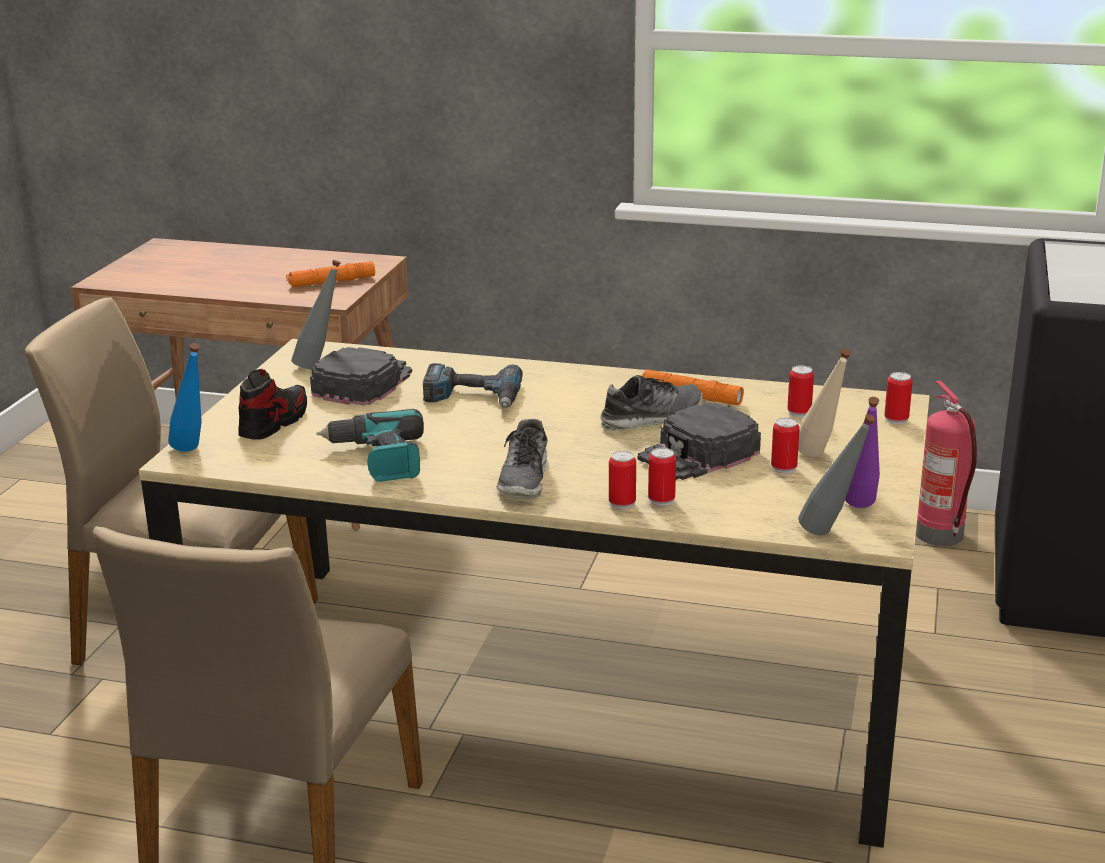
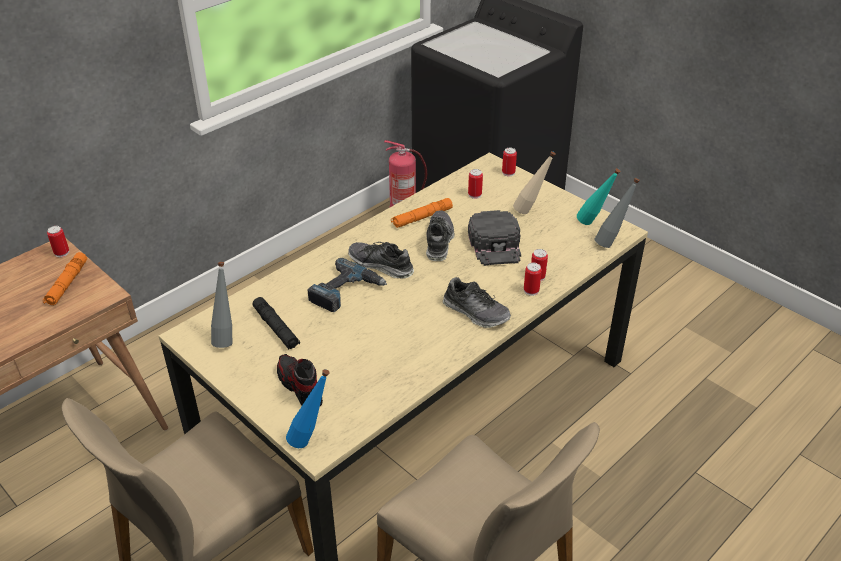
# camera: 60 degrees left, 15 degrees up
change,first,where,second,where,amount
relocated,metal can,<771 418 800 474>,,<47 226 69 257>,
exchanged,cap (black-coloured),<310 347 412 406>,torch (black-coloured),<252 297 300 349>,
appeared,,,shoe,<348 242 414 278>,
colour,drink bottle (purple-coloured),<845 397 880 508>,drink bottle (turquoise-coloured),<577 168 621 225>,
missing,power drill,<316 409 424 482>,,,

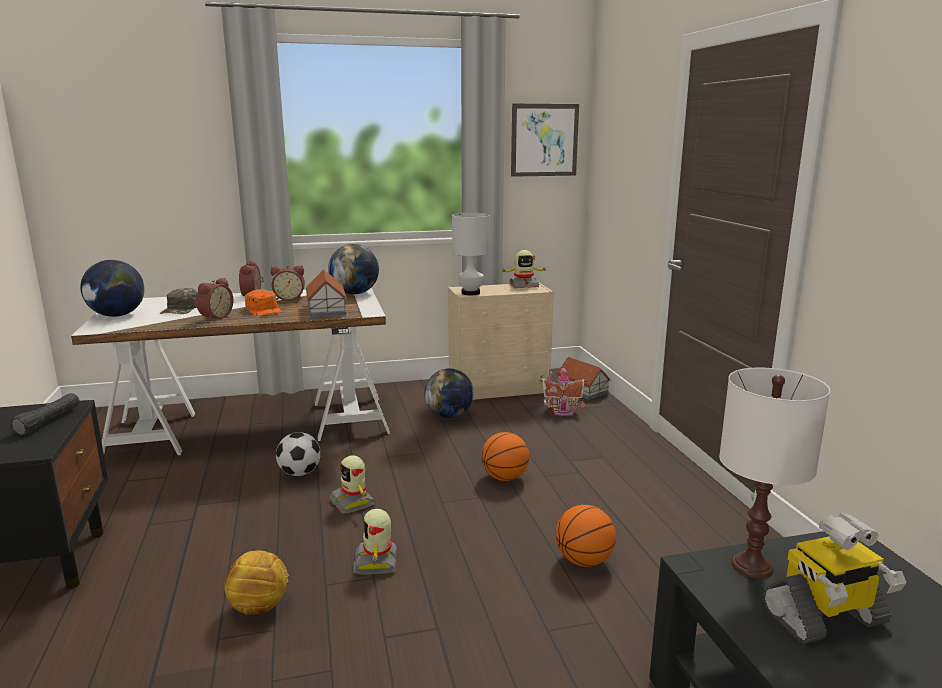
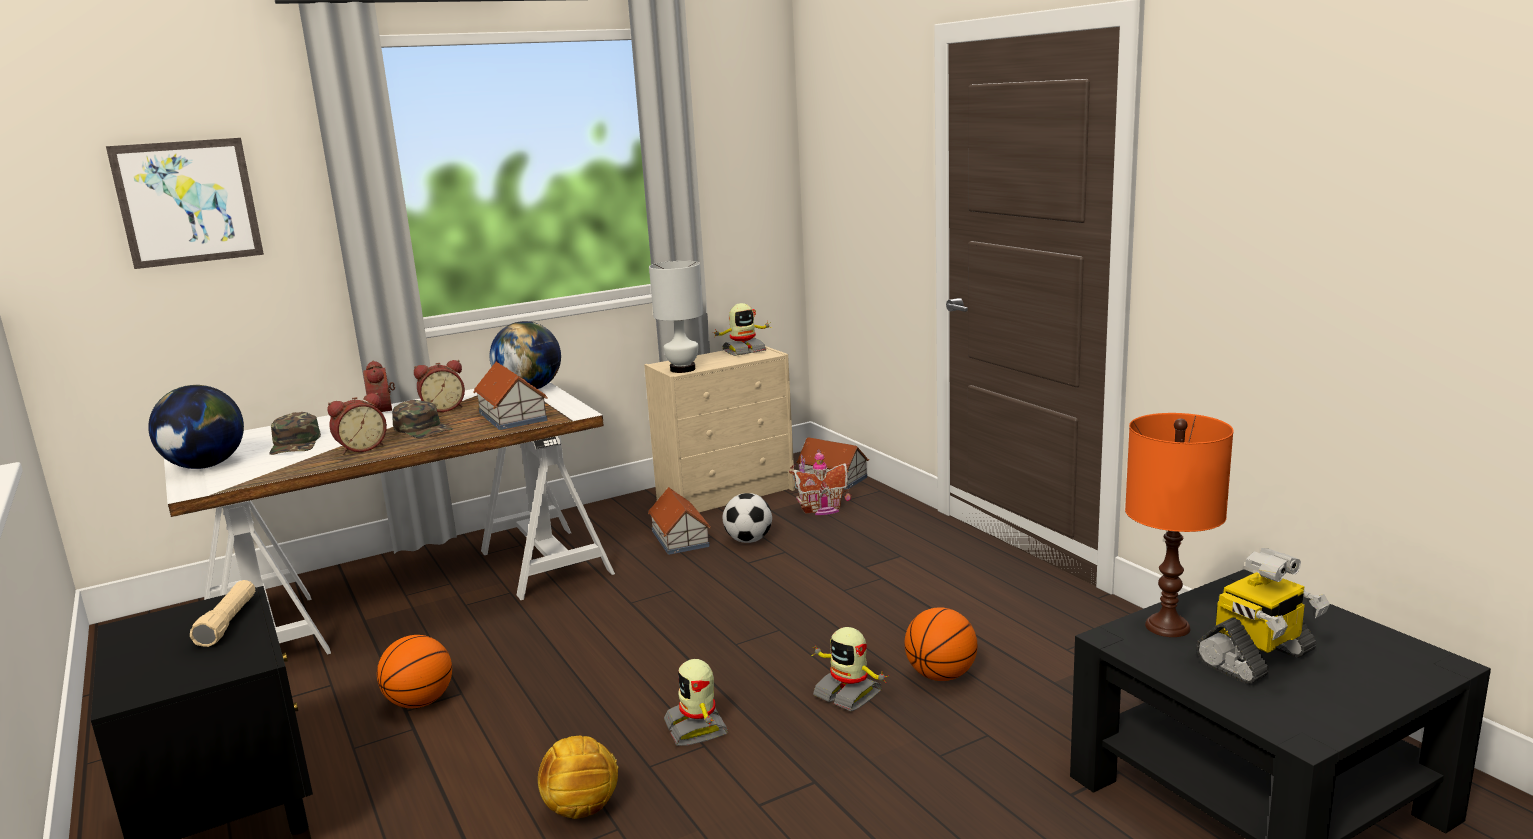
# camera: 15 degrees left, 0 degrees up
change,first,where,second,where,amount
relocated,wall art,<511 104 579 177>,,<106 138 264 269>,
colour,torch (black-coloured),<10 393 79 435>,torch (beige),<190 580 255 647>,
spun,alarm clock,<196 278 233 321>,,<327 393 387 455>,45 degrees clockwise
relocated,basketball ball,<481 432 529 481>,,<377 635 452 708>,
colour,cap (orangey),<245 289 282 316>,cap (greenish),<392 400 453 438>,
exchanged,desk globe,<424 368 474 418>,model house,<648 487 711 555>,
relocated,football,<276 432 321 476>,,<723 493 772 543>,
relocated,toy robot,<329 455 375 514>,,<811 627 889 711>,
colour,table lamp (white-coloured),<719 368 830 579>,table lamp (orangey),<1125 413 1234 637>,

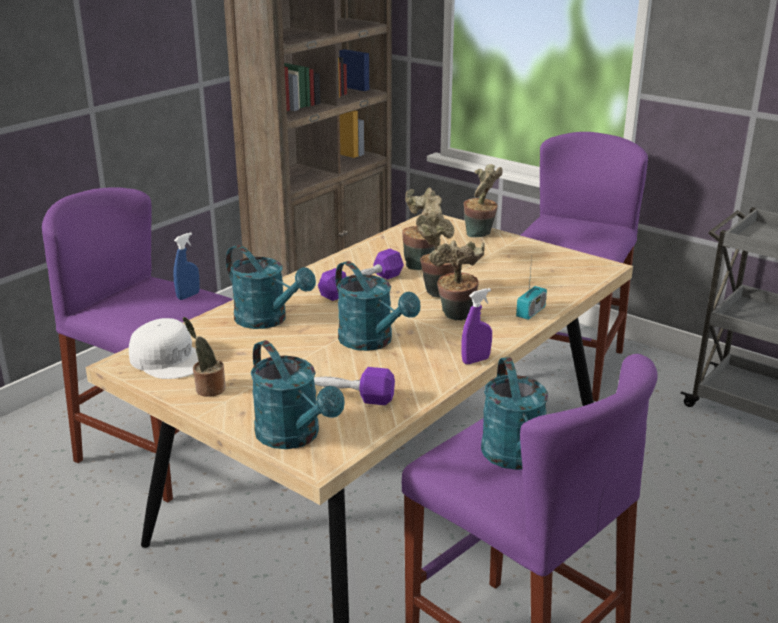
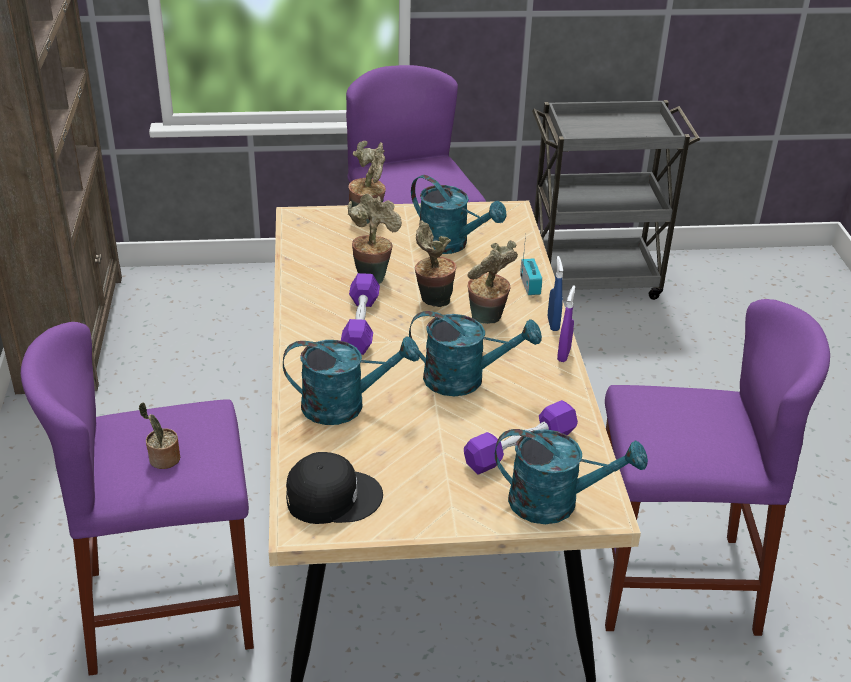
# camera: 45 degrees left, 10 degrees up
change,first,where,second,where,amount
relocated,plant in a pot,<183 317 226 397>,,<139 402 180 469>,
colour,cap (white-coloured),<129 318 199 379>,cap (black-coloured),<286 452 383 524>,
relocated,watering pot (turquoise-coloured),<481 357 548 470>,,<411 175 507 254>,
relocated,hand sprayer (blue),<173 232 200 300>,,<548 256 563 331>,

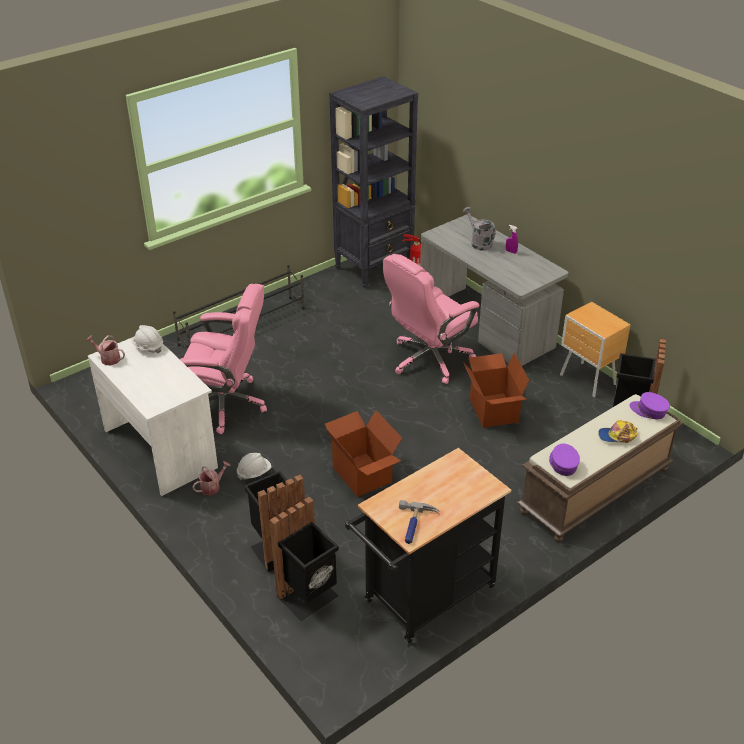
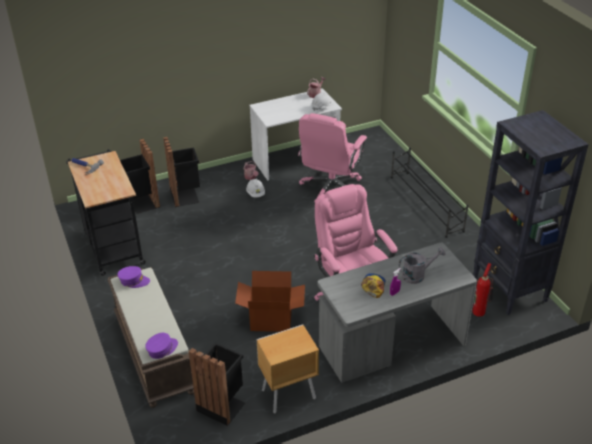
# camera: 105 degrees right, 0 degrees up
change,first,where,second,where,amount
relocated,cap,<598 420 638 443>,,<361 273 386 298>,
missing,packing box,<325 410 402 497>,,,

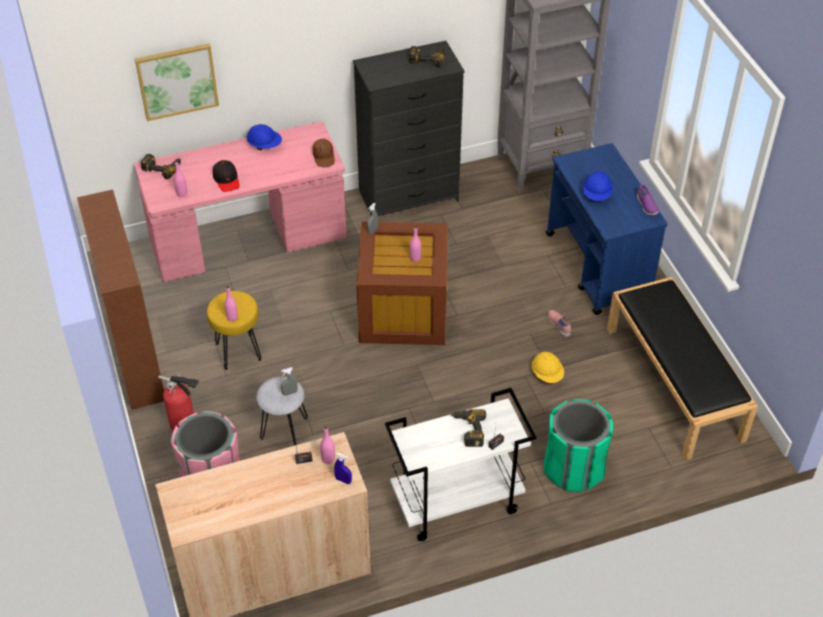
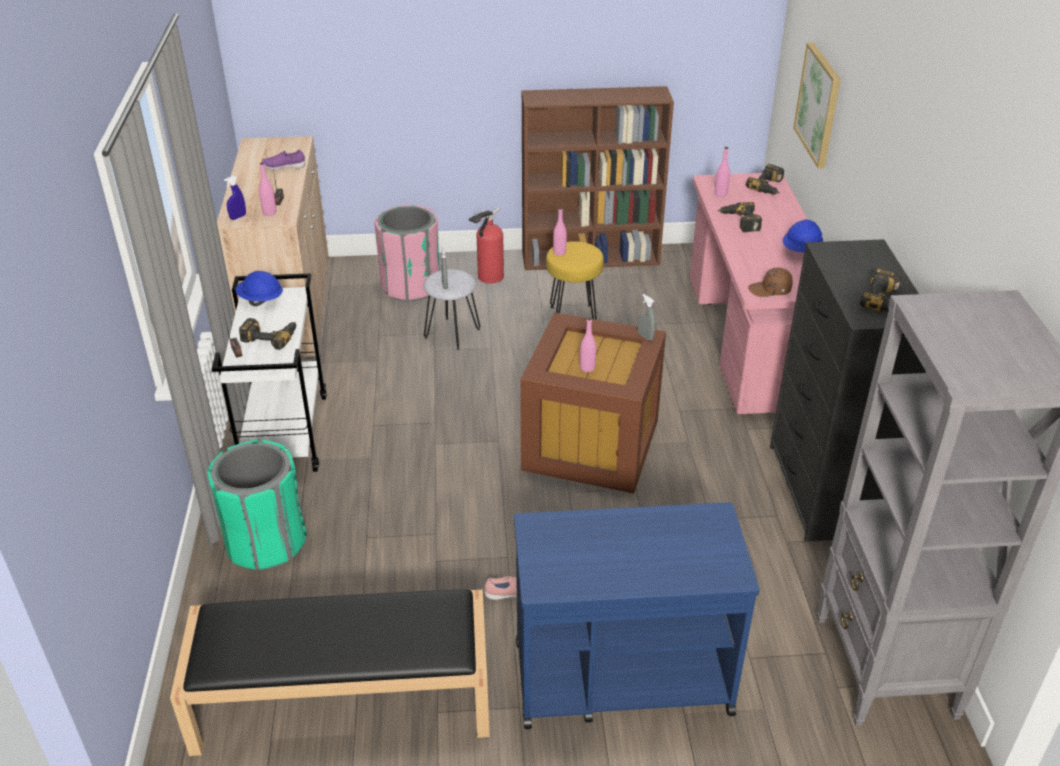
# camera: 105 degrees right, 10 degrees down
change,first,where,second,where,amount
relocated,work helmet (blue),<583 171 613 201>,,<235 271 283 306>,
relocated,shoe (purple-coloured),<637 185 659 215>,,<262 150 305 170>,
exchanged,cap (black-coloured),<213 160 240 192>,power drill,<718 202 762 232>,
missing,work helmet (yellow-coloured),<532 352 564 383>,,,

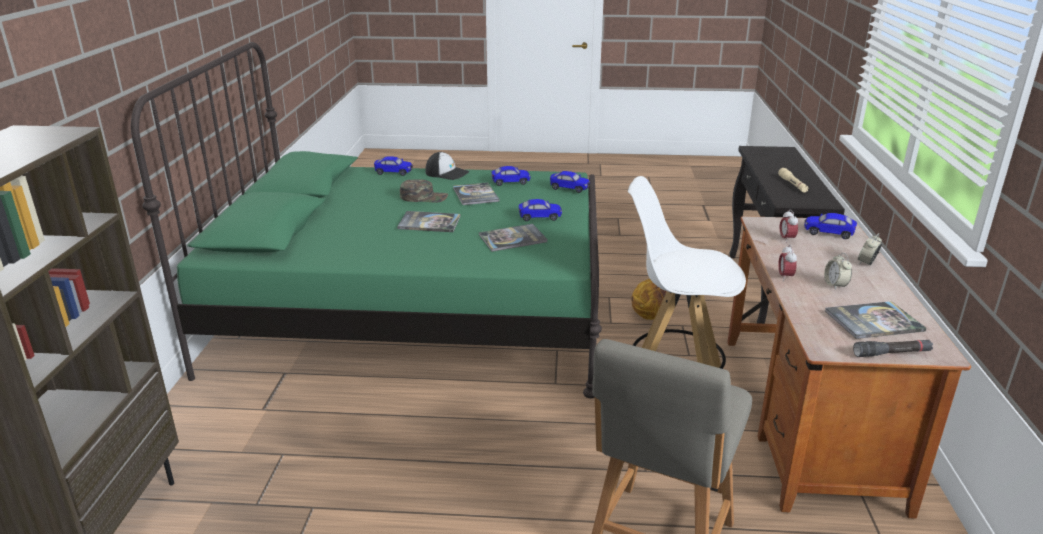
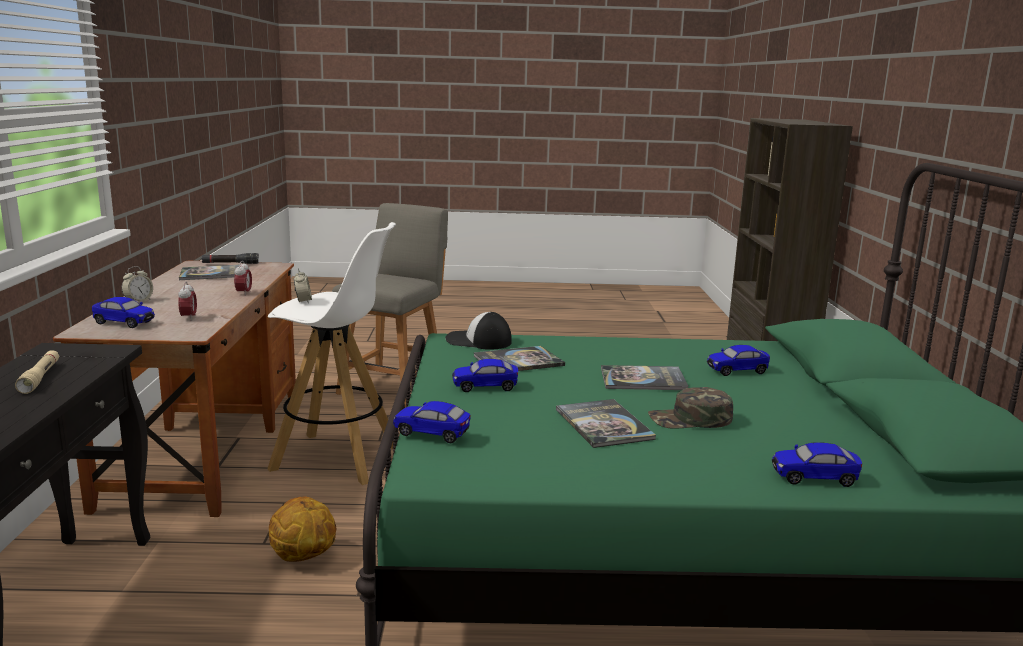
# camera: 175 degrees right, 10 degrees down
change,first,where,second,where,amount
relocated,alarm clock,<824 253 852 290>,,<294 268 312 304>,
relocated,cap,<426 152 470 180>,,<445 312 512 350>,
relocated,toy car,<492 166 531 186>,,<707 345 770 376>,

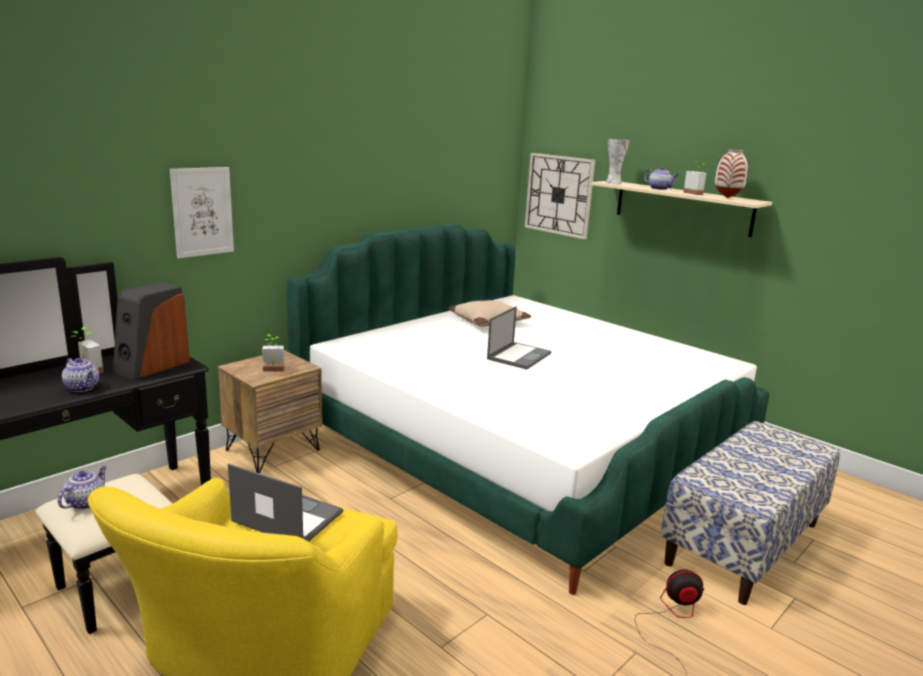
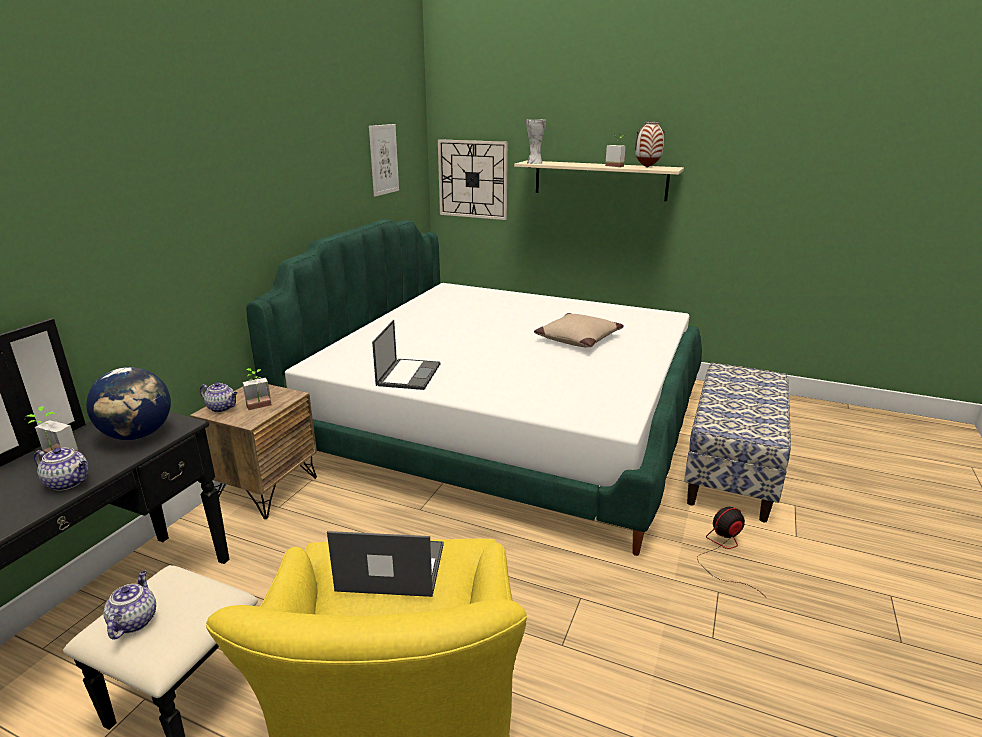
# camera: 20 degrees left, 5 degrees up
change,first,where,second,where,amount
exchanged,loudspeaker,<113 282 190 380>,desk globe,<87 367 171 440>,
relocated,pot for tea,<644 167 679 190>,,<200 382 238 412>,
relocated,wall art,<170 167 234 258>,,<369 124 399 197>,
relocated,notebook computer,<487 306 551 369>,,<372 320 440 390>,
relocated,cushion (beige),<449 300 531 327>,,<534 313 624 347>,

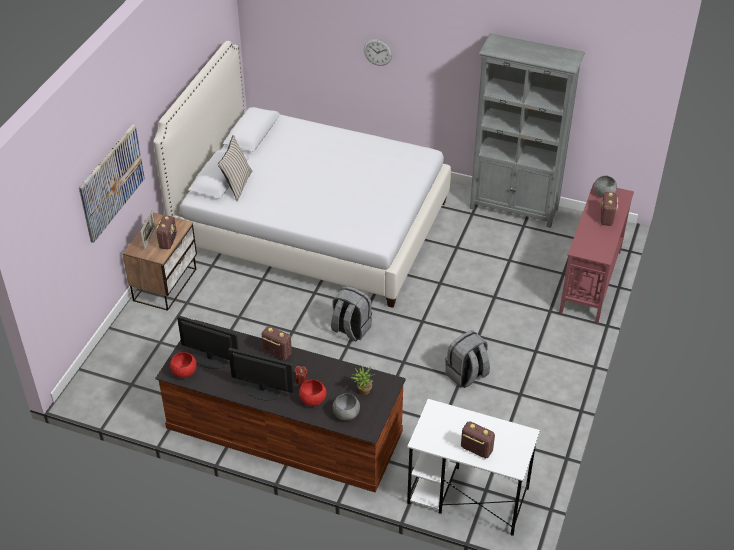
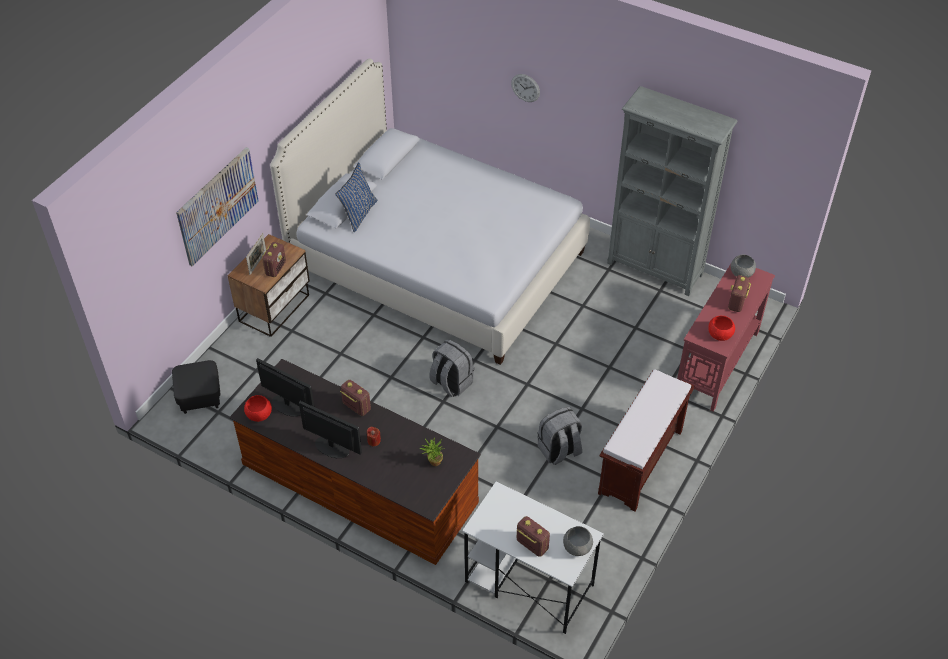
# camera: 10 degrees right, 5 degrees up
change,first,where,second,where,amount
appeared,,,ottoman (black-coloured),<172 360 221 414>,
colour,cushion (beige),<218 135 252 201>,cushion (blue),<335 163 378 233>,
relocated,serving bowl (grey),<333 393 360 420>,,<563 526 593 556>,
appeared,,,indoor bench (brown),<598 369 695 511>,
relocated,serving bowl (red),<299 380 326 406>,,<708 316 735 341>,

